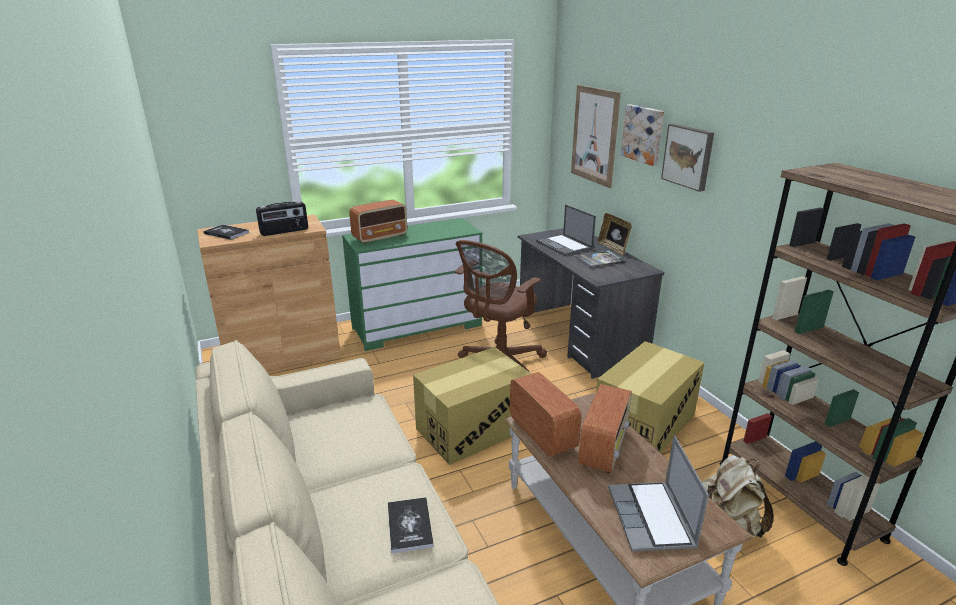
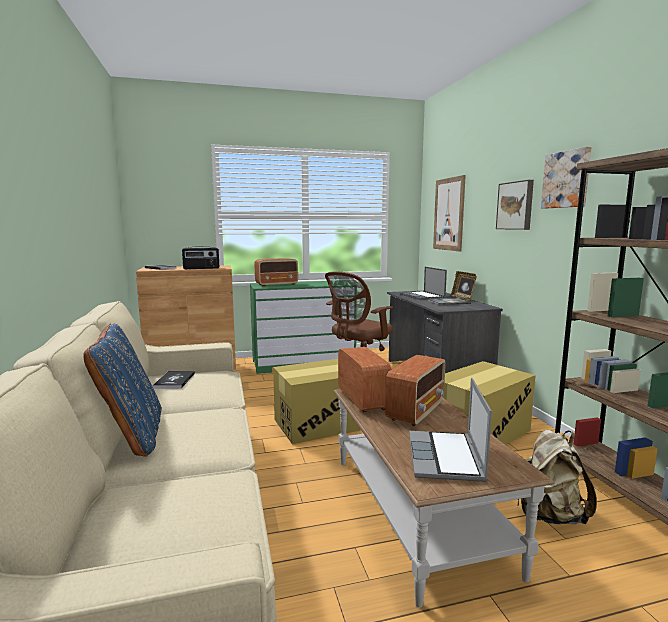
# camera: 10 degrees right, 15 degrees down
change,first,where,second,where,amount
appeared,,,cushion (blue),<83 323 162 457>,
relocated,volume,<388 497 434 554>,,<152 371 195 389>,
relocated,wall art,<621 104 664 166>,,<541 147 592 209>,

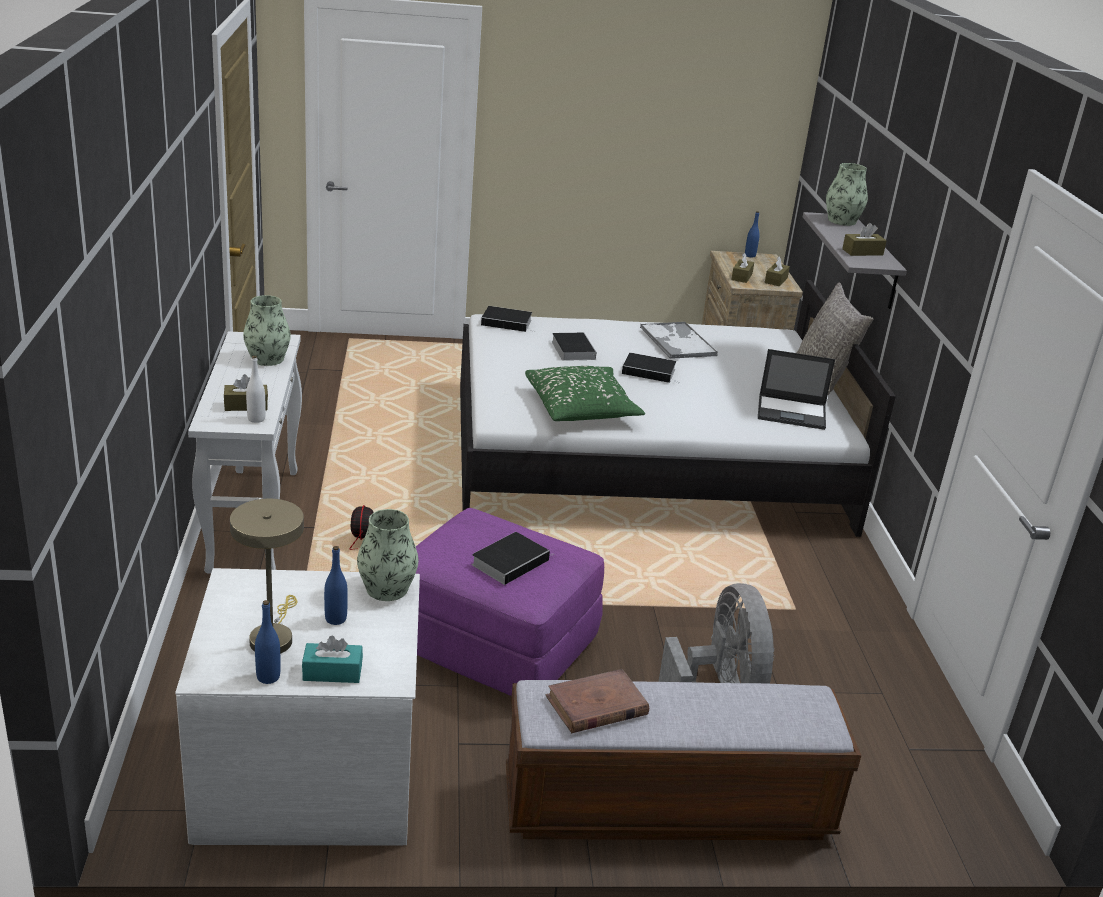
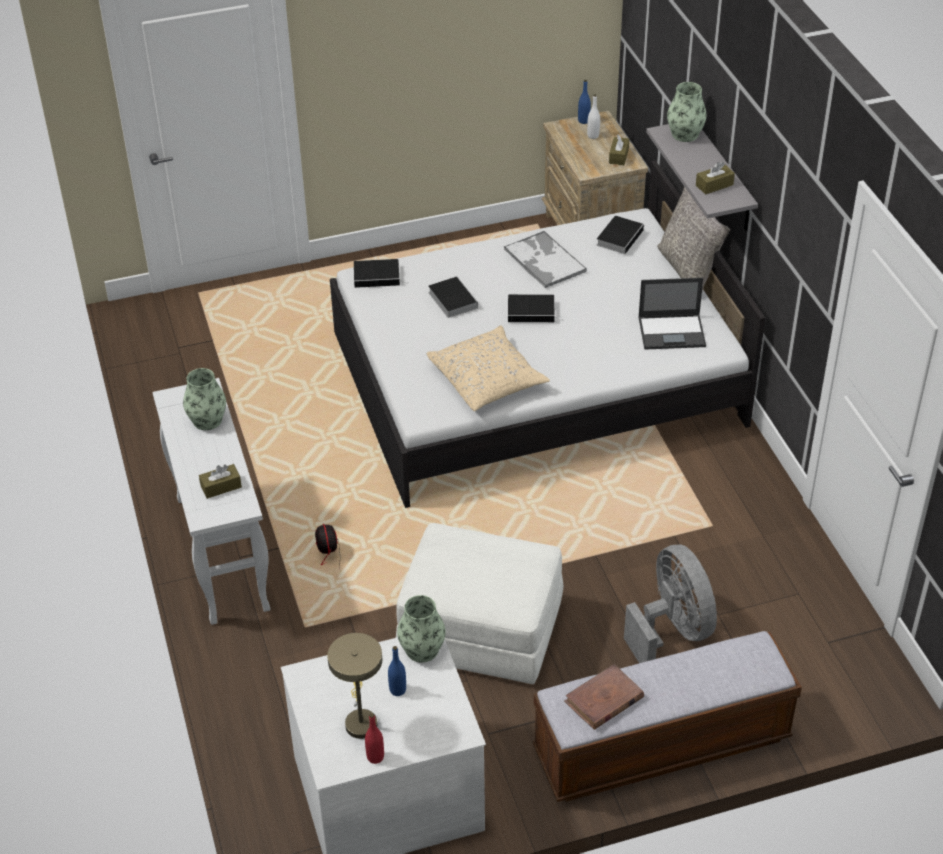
# camera: 10 degrees left, 15 degrees up
change,first,where,second,where,amount
colour,drink bottle (blue),<255 600 281 684>,drink bottle (red),<365 713 384 764>,
colour,ottoman (purple-coloured),<416 508 604 696>,ottoman (white-coloured),<396 523 563 684>,
colour,cushion (greenish),<525 366 645 421>,cushion (beige),<427 326 550 411>,
relocated,drink bottle (white-coloured),<246 356 266 423>,,<587 94 600 139>,
relocated,volume,<472 532 555 585>,,<597 216 645 254>,
missing,tissue box (turquoise-coloured),<302 635 363 683>,,,
missing,tissue box (brown),<731 253 754 283>,,,

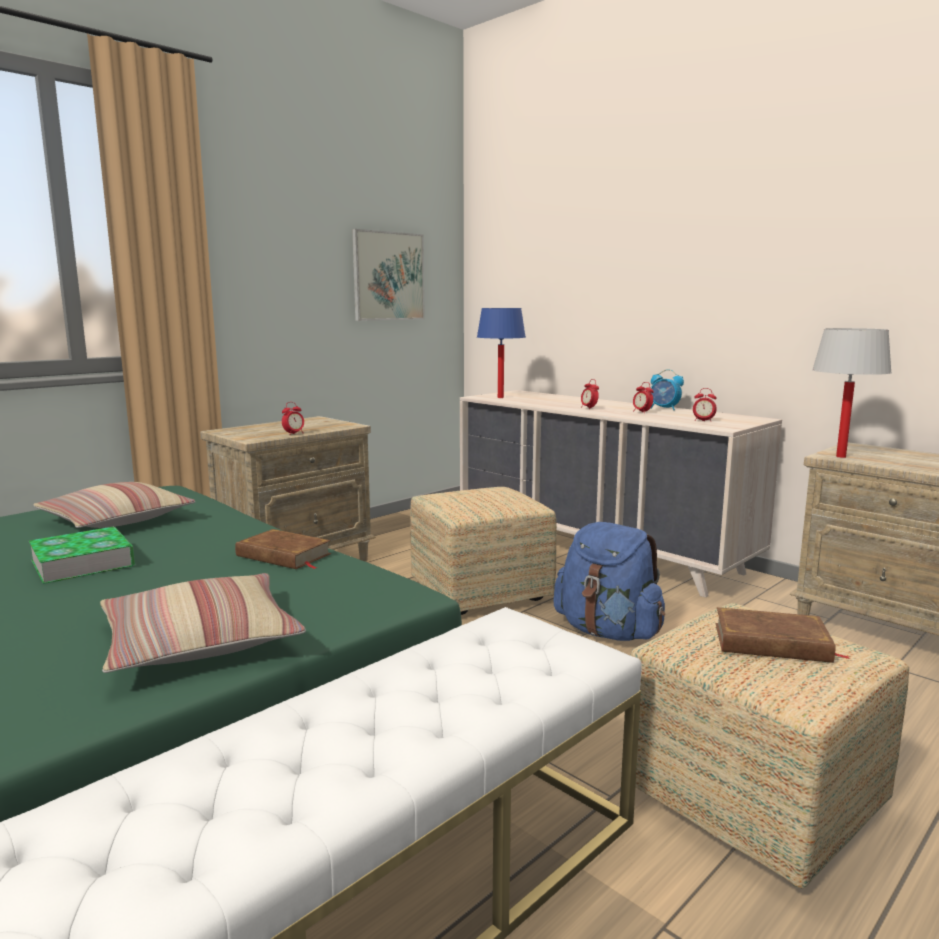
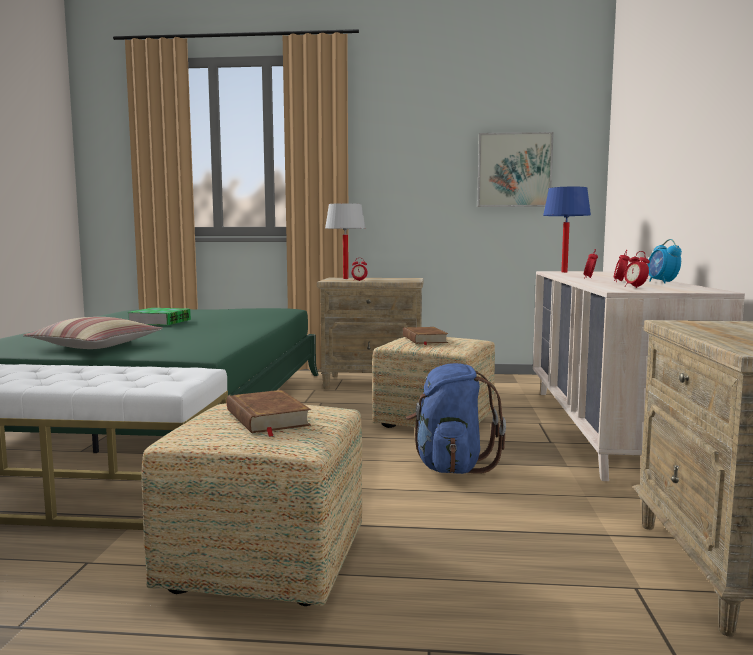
# camera: 50 degrees right, 5 degrees down
change,first,where,second,where,amount
relocated,table lamp (white-coloured),<812 328 892 458>,,<325 203 366 279>,
relocated,volume (brown),<235 529 331 569>,,<403 327 448 345>,
missing,cushion,<33 482 195 528>,,,

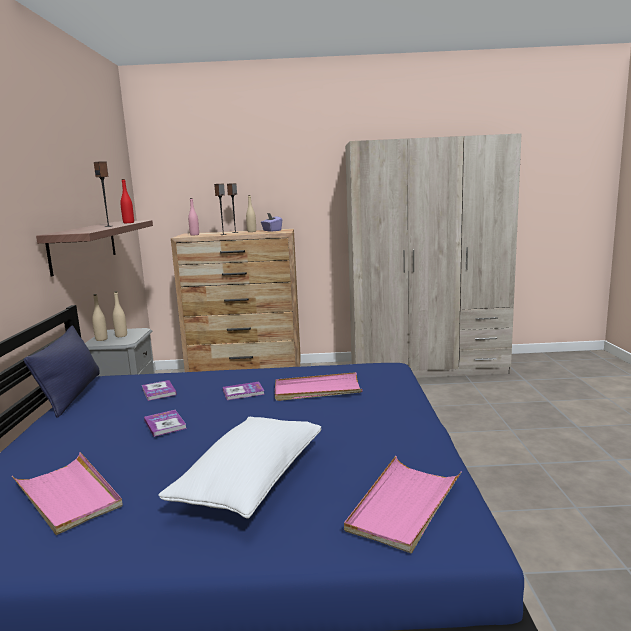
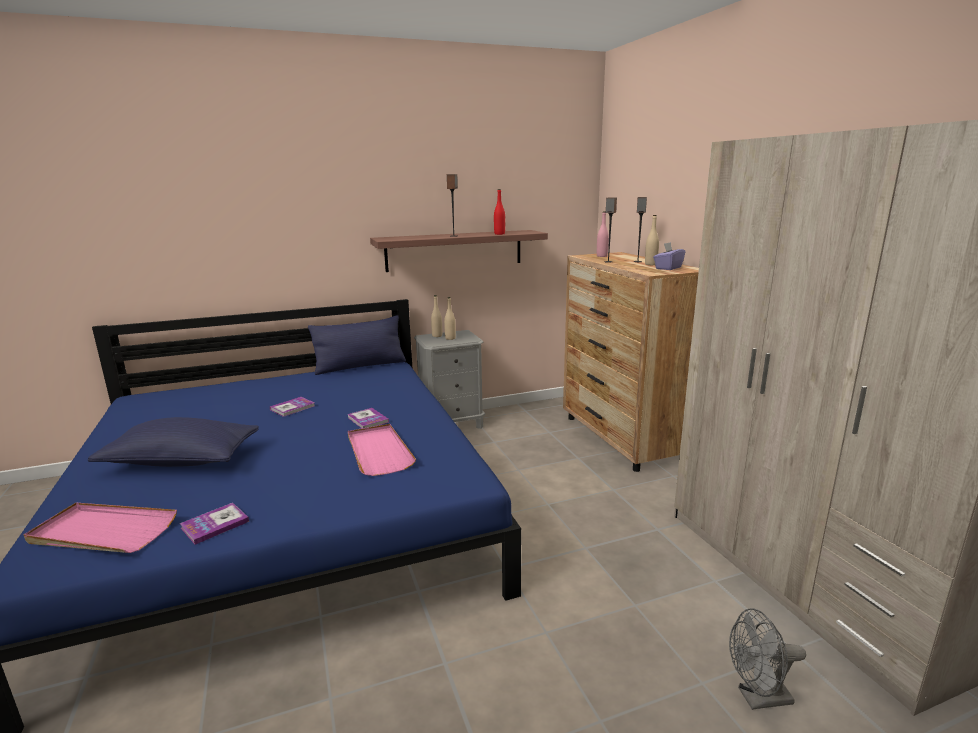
# camera: 70 degrees right, 5 degrees up
change,first,where,second,where,amount
colour,cushion (white-coloured),<158 417 322 519>,cushion (blue),<88 417 259 467>,
relocated,volume,<142 380 177 401>,,<180 503 249 545>,
appeared,,,electric fan (grey),<729 608 806 710>,
missing,carrying tray (pinkish),<12 452 123 535>,,,

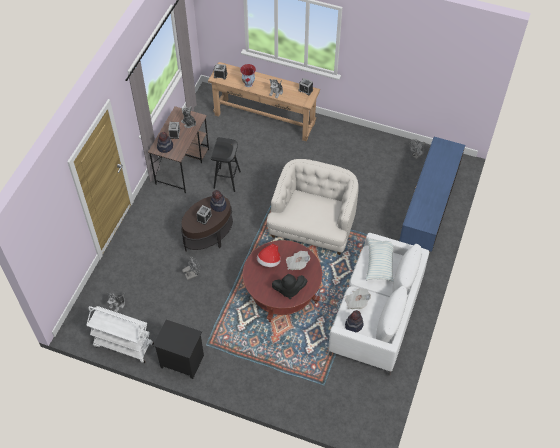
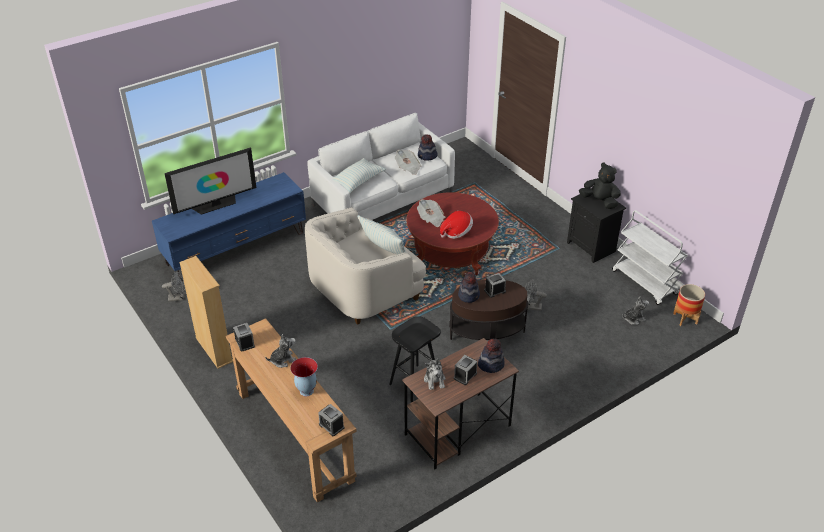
# camera: 145 degrees left, 15 degrees down
change,first,where,second,where,amount
appeared,,,TV set,<164 147 256 215>,
appeared,,,bookshelf (beige),<179 256 233 369>,
appeared,,,cushion,<357 215 407 255>,
relocated,soft toy (black-coloured),<272 274 307 299>,,<579 163 621 209>,
appeared,,,plant pot,<673 284 705 326>,

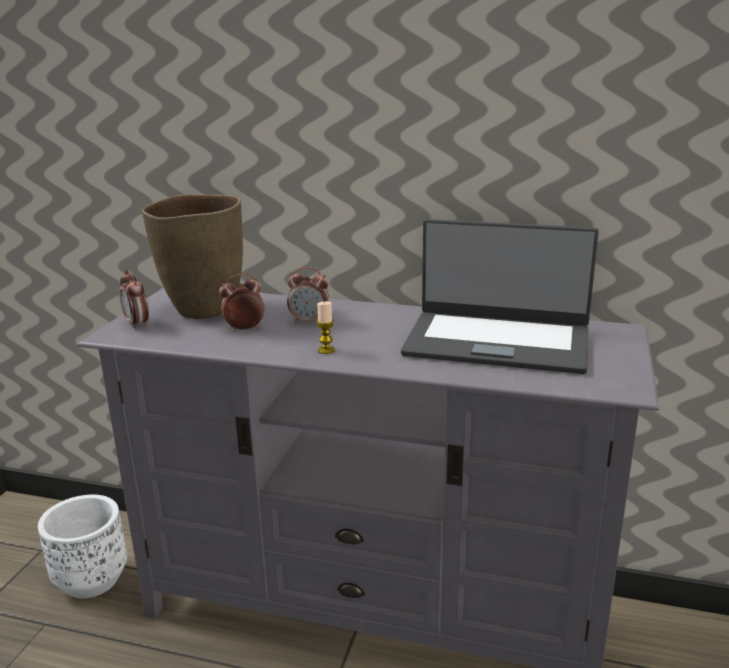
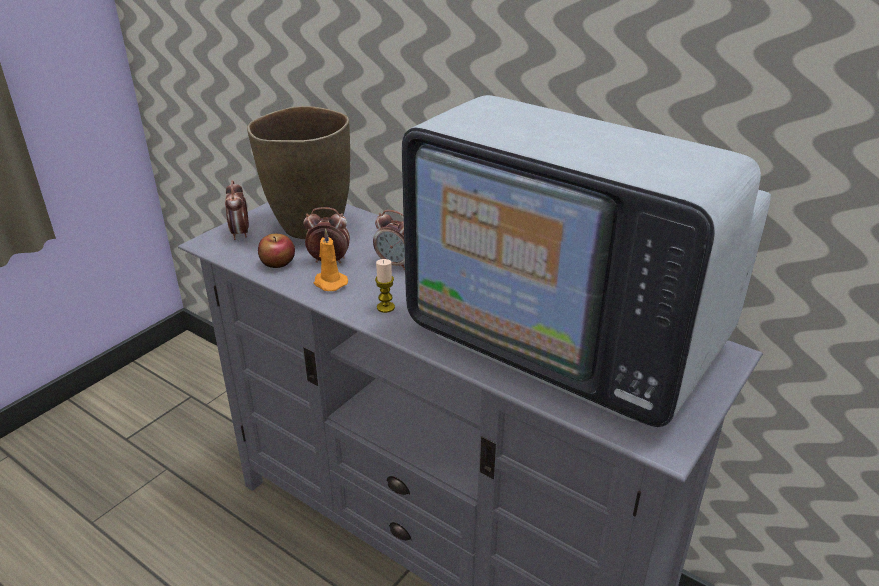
# camera: 20 degrees right, 10 degrees up
change,first,where,second,where,amount
appeared,,,apple,<258 234 295 268>,
appeared,,,candle (orangey),<314 228 348 291>,
exchanged,notebook computer,<401 219 599 374>,TV set,<402 95 771 427>,
missing,plant pot (white-coloured),<38 495 127 598>,,,

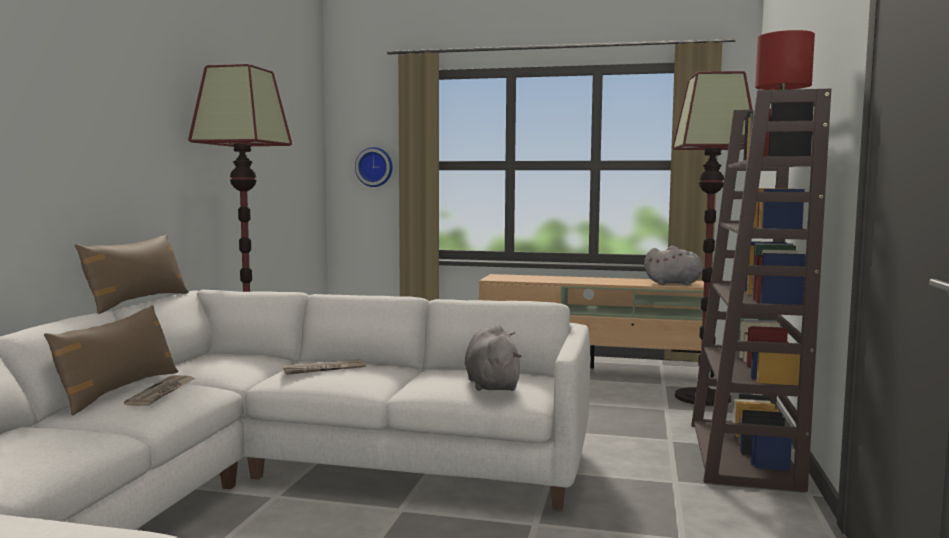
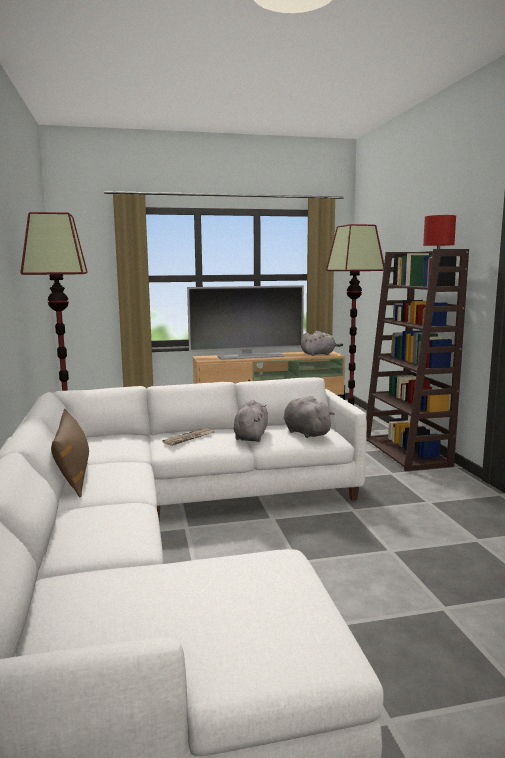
# camera: 25 degrees left, 5 degrees up
change,first,where,second,where,amount
appeared,,,TV set,<187 285 304 360>,
appeared,,,soft toy (grey),<234 400 268 442>,
missing,cushion (brown),<75 234 189 314>,,,
missing,daily paper,<124 375 195 406>,,,
missing,hanging clock,<355 147 392 187>,,,

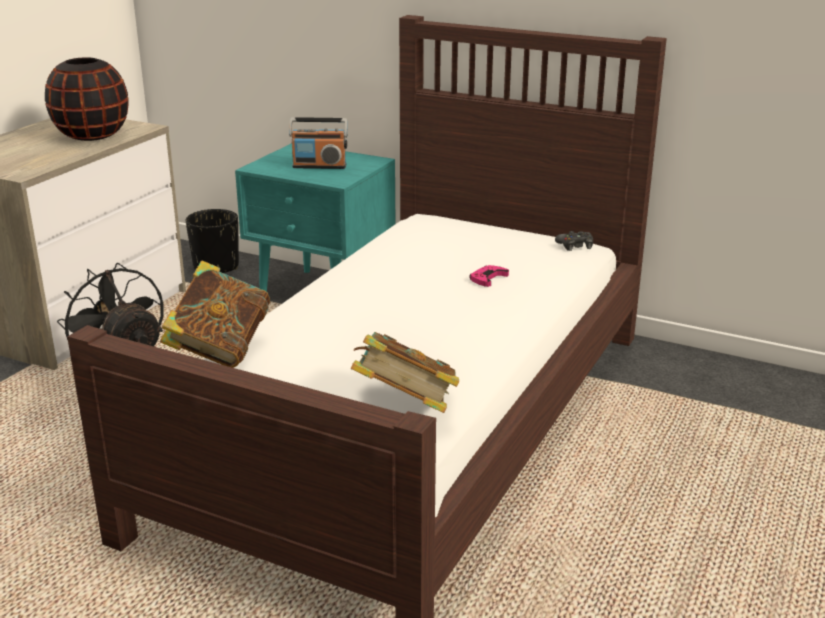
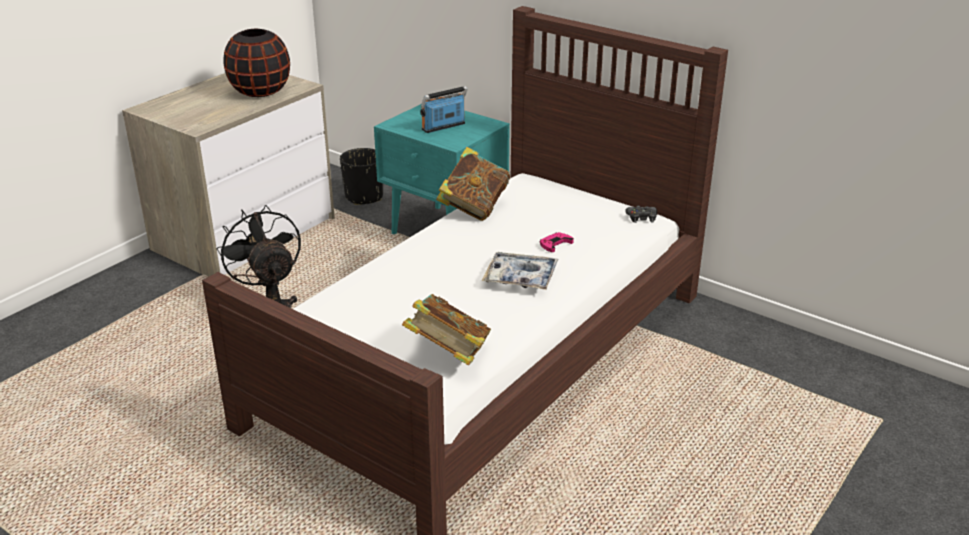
# camera: 10 degrees right, 5 degrees up
change,first,where,second,where,amount
spun,radio set,<289 117 348 169>,,<420 86 468 133>,135 degrees clockwise
relocated,volume,<160 260 270 368>,,<436 147 510 221>,
appeared,,,carrying tray,<481 252 558 290>,

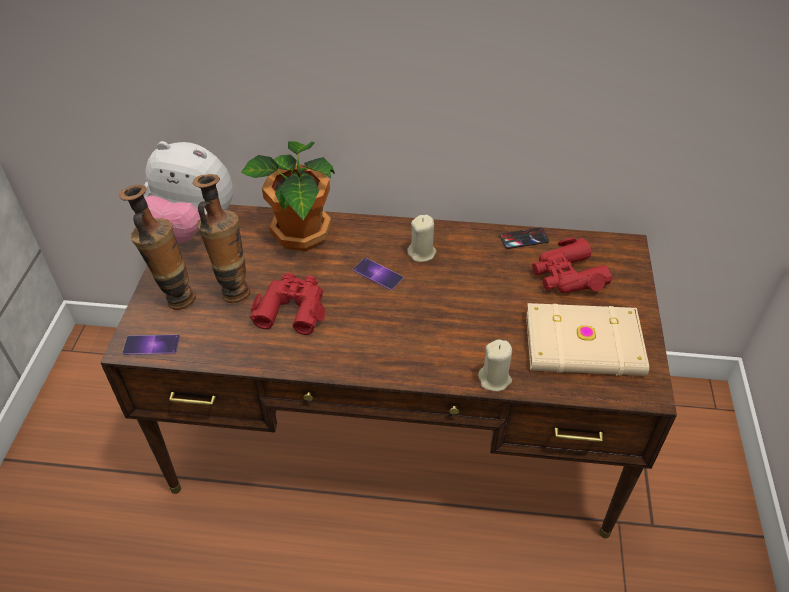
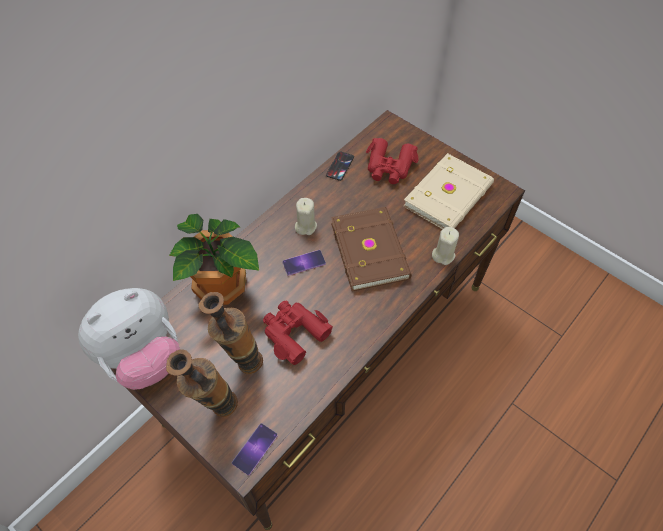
# camera: 55 degrees left, 10 degrees up
change,first,where,second,where,amount
appeared,,,volume (brown),<331 207 412 291>,

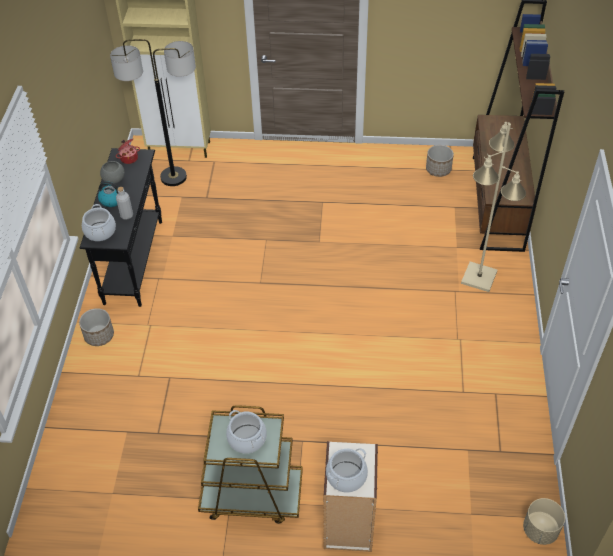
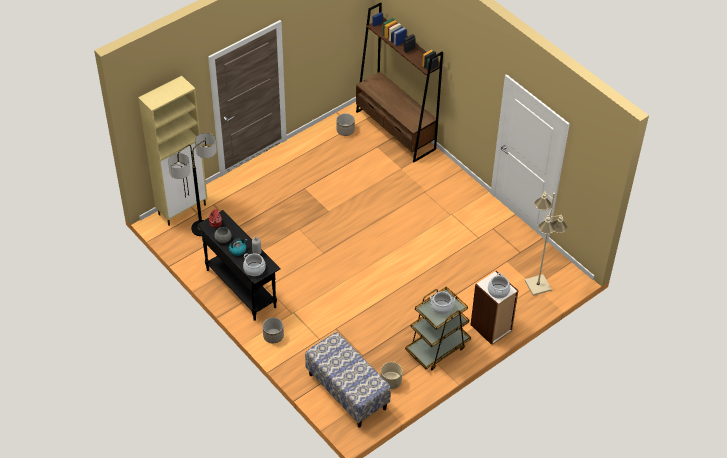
# camera: 45 degrees left, 0 degrees up
change,first,where,second,where,amount
appeared,,,indoor bench,<305 332 391 428>,
relocated,plant pot (beige),<523 498 565 545>,,<381 362 402 389>,
relocated,standard lamp (beige),<461 122 526 292>,,<525 191 567 296>,

